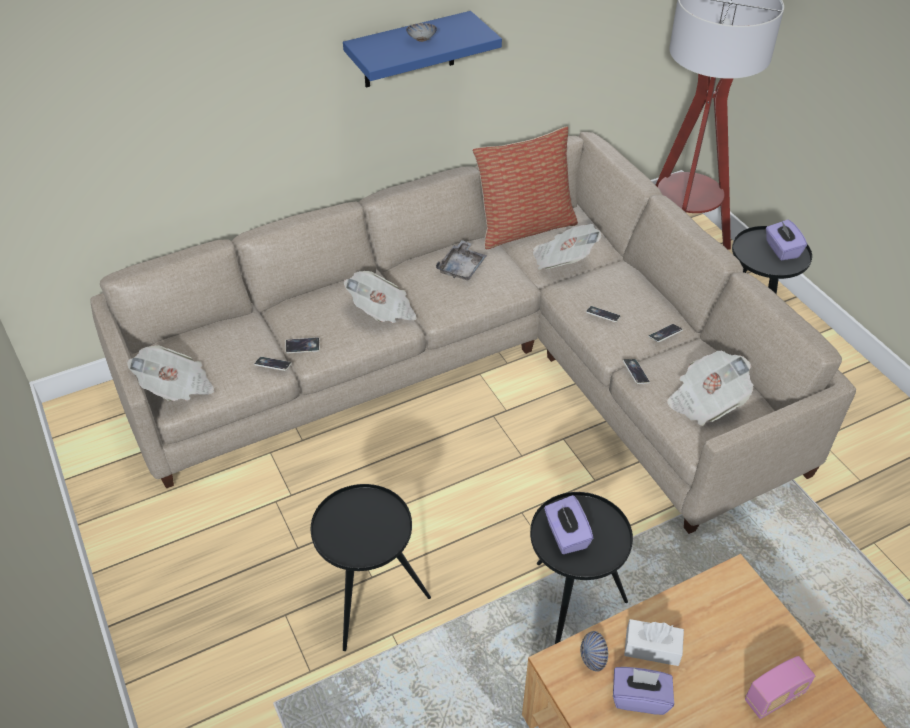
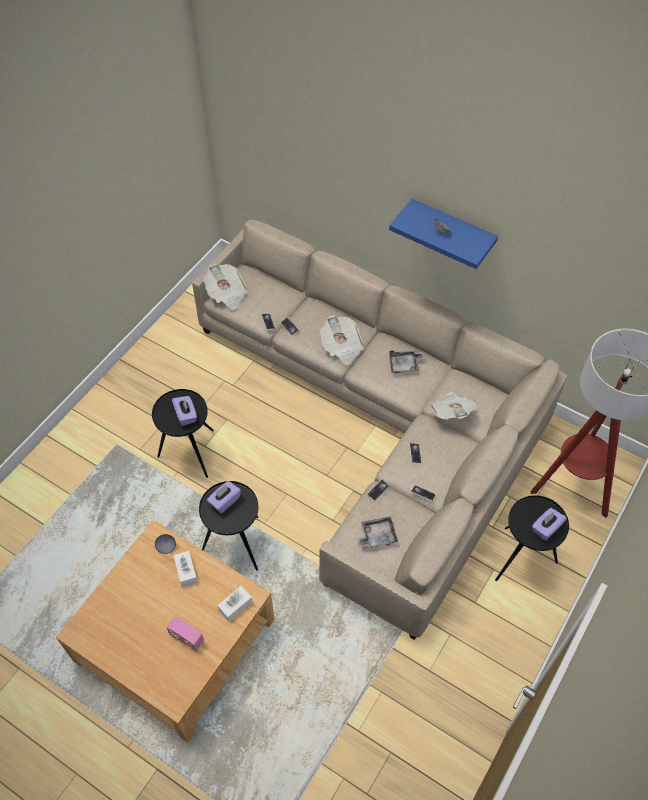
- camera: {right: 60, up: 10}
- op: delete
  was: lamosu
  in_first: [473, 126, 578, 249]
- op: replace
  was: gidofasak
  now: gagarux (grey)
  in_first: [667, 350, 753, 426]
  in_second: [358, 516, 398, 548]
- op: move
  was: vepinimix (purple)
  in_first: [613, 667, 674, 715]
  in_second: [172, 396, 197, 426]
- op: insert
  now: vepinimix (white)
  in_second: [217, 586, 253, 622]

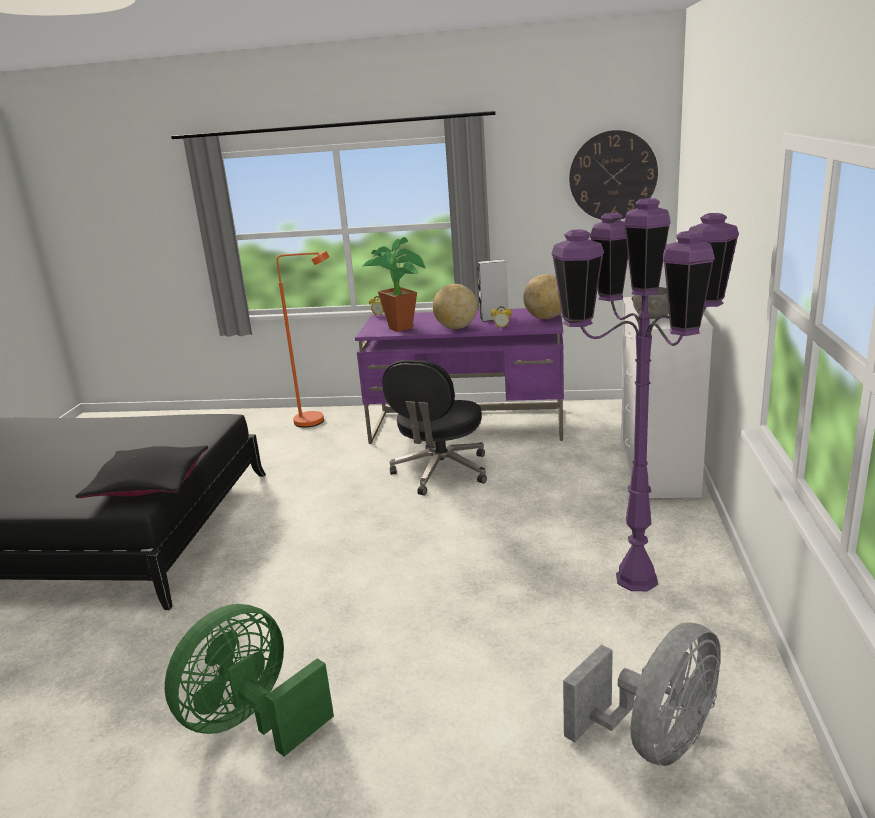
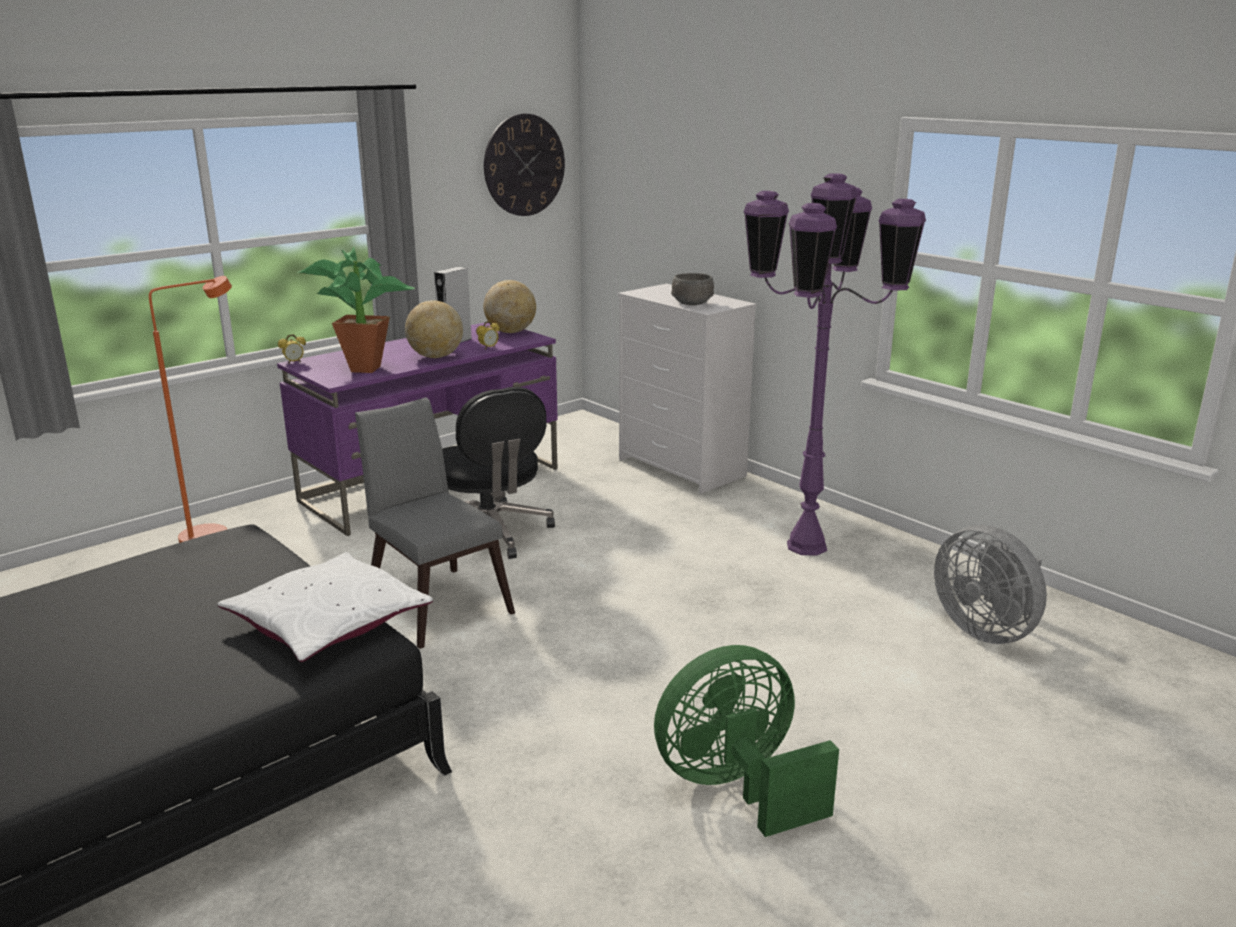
- camera: {right: -50, up: 0}
- op: recolor
  was: lamosu (black)
  now: lamosu (white)
  in_first: [75, 445, 208, 498]
  in_second: [218, 552, 433, 662]
- op: rotate
  was: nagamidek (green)
  in_first: [165, 604, 334, 756]
  in_second: [654, 645, 839, 837]
  clockwise: 75
- op: rotate
  was: nagamidek (grey)
  in_first: [563, 622, 721, 767]
  in_second: [934, 525, 1047, 644]
  clockwise: 150
- op: insert
  now: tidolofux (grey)
  in_second: [355, 397, 515, 649]

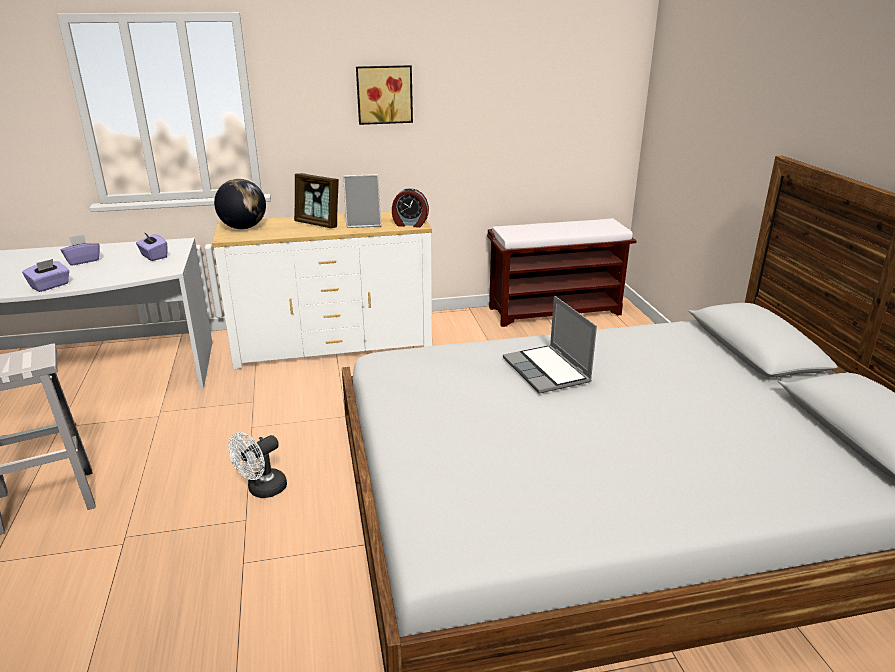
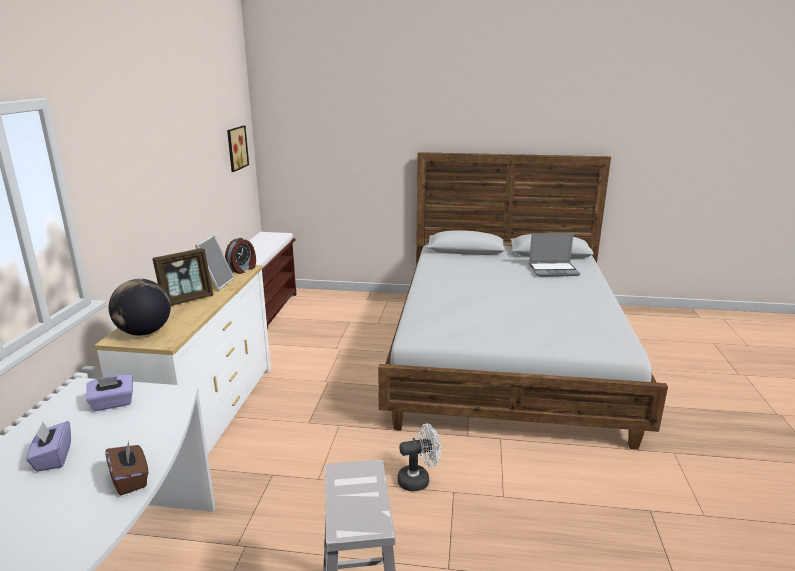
- camera: {right: -70, up: -5}
- op: move
  was: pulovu
  in_first: [356, 65, 413, 125]
  in_second: [227, 126, 249, 172]
- op: recolor
  was: vepinimix (purple)
  now: vepinimix (brown)
  in_first: [22, 259, 70, 292]
  in_second: [106, 440, 148, 495]
- op: move
  was: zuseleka
  in_first: [503, 296, 597, 394]
  in_second: [529, 233, 580, 277]
- op: rotate
  was: nagamidek (white)
  in_first: [228, 432, 287, 498]
  in_second: [397, 423, 441, 492]
  clockwise: -75

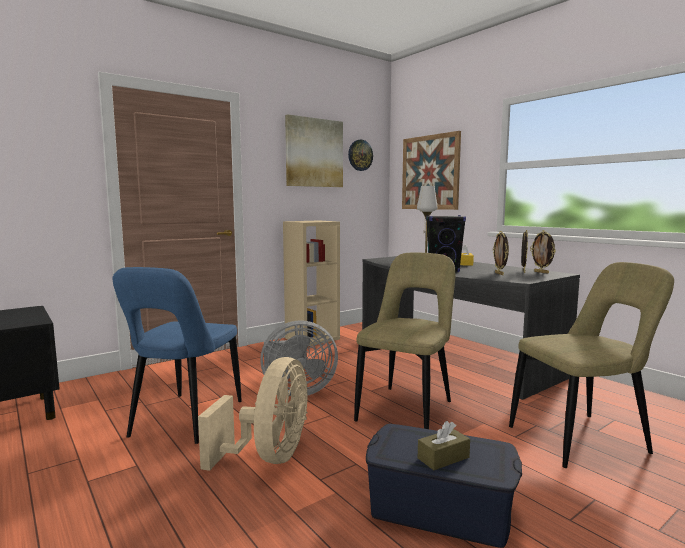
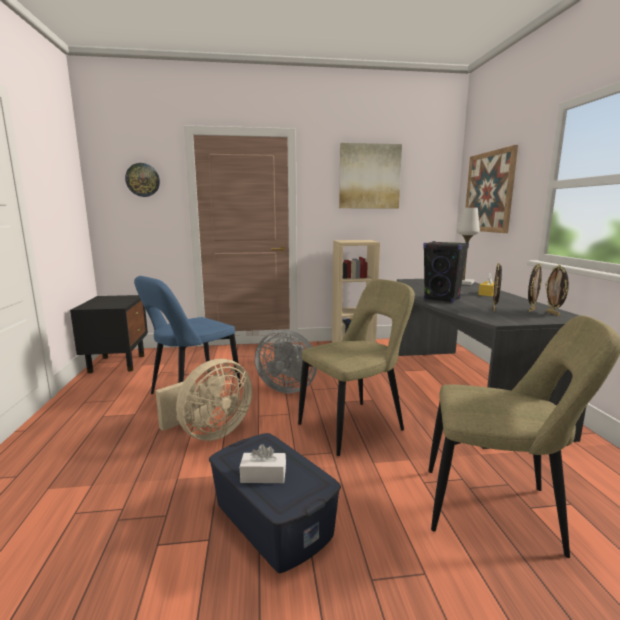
- camera: {right: 30, up: 5}
- op: move
  was: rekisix
  in_first: [348, 140, 373, 171]
  in_second: [125, 163, 160, 197]
- op: recolor
  was: vepinimix (brown)
  now: vepinimix (white)
  in_first: [418, 421, 470, 470]
  in_second: [240, 444, 286, 483]

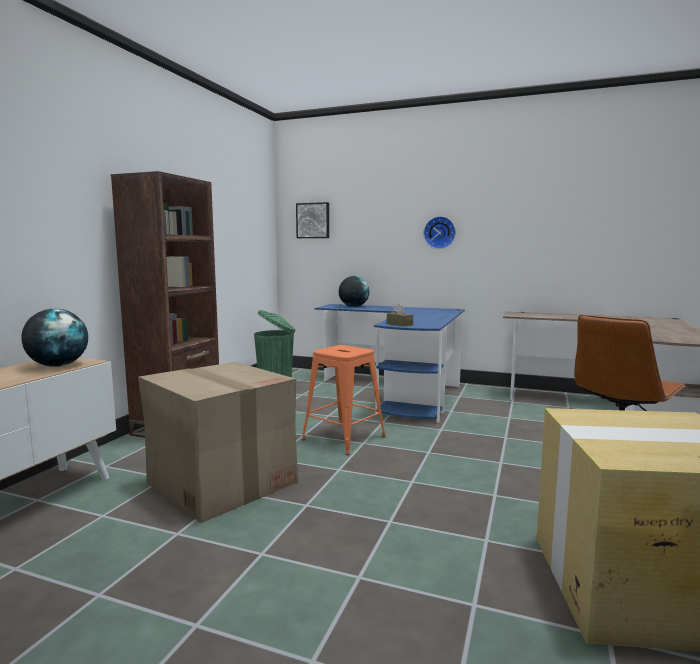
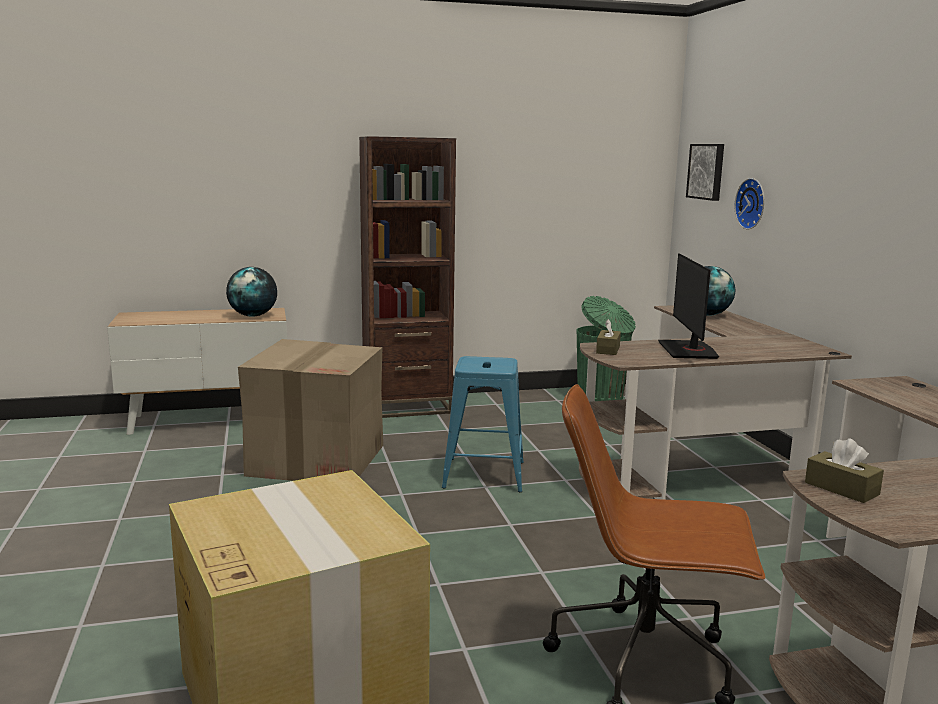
- camera: {right: 55, up: 5}
- op: move
  was: rekisix
  in_first: [424, 216, 456, 249]
  in_second: [734, 178, 764, 229]
- op: recolor
  was: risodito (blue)
  now: risodito (brown)
  in_first: [315, 304, 465, 423]
  in_second: [579, 305, 852, 500]
- op: recolor
  was: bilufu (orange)
  now: bilufu (blue)
  in_first: [302, 345, 386, 455]
  in_second: [442, 356, 524, 492]
- op: insert
  now: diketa
  in_second: [658, 253, 719, 359]
- op: insert
  now: vepinimix (brown)
  in_second: [805, 438, 884, 503]

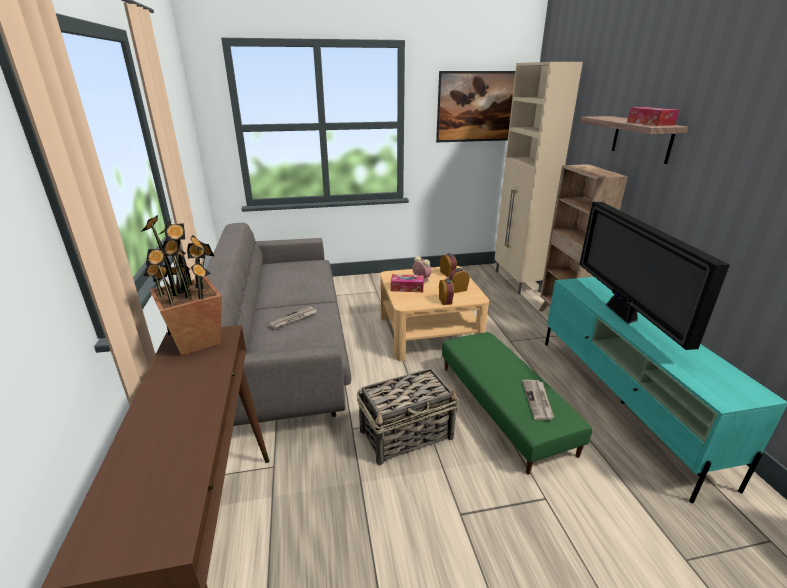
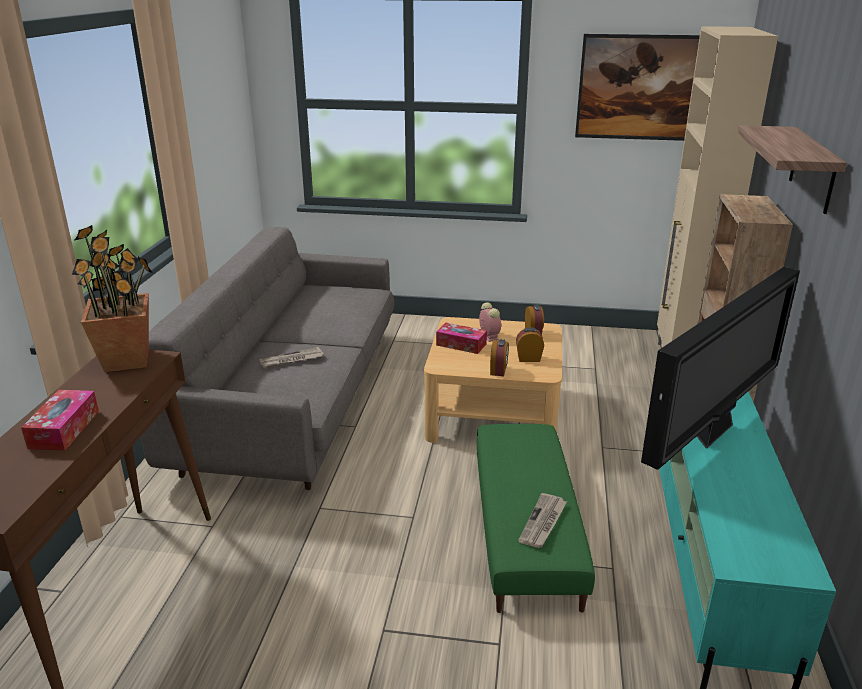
- camera: {right: 20, up: 0}
- op: move
  was: vepinimix
  in_first: [627, 107, 679, 126]
  in_second: [21, 390, 99, 451]
- op: rotate
  was: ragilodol
  in_first: [579, 202, 730, 350]
  in_second: [641, 267, 800, 470]
  clockwise: -150
- op: delete
  was: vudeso
  in_first: [357, 368, 459, 465]

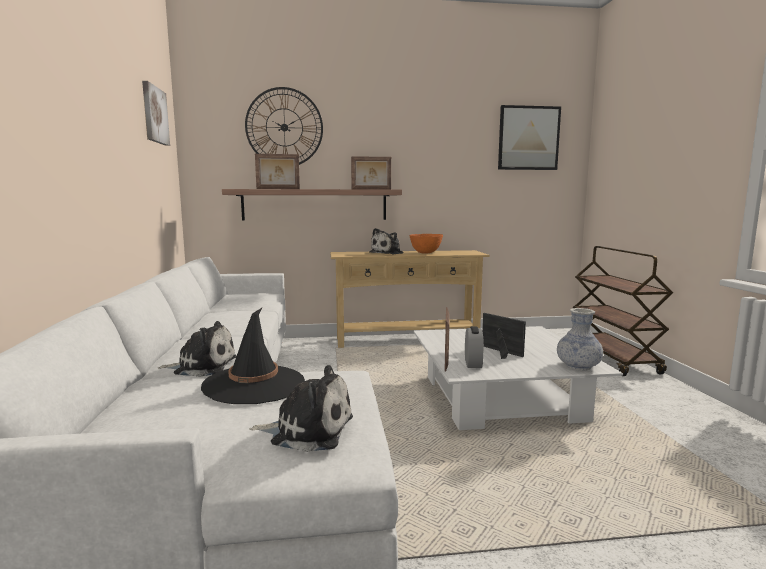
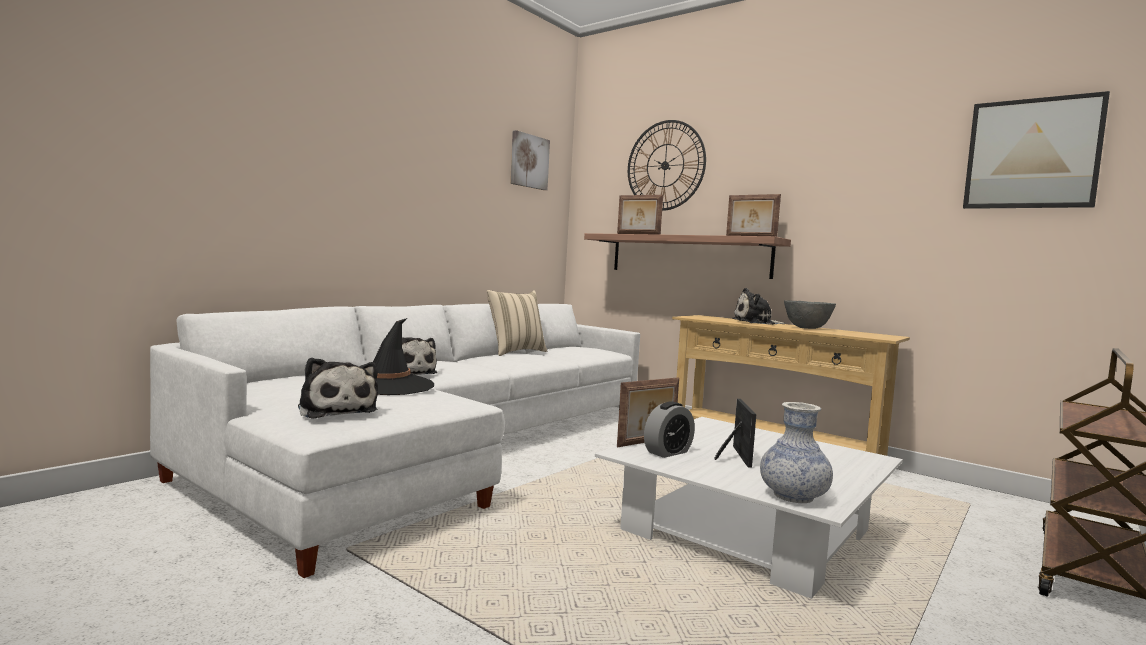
- camera: {right: 45, up: -5}
- op: recolor
  was: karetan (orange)
  now: karetan (grey)
  in_first: [409, 234, 443, 253]
  in_second: [784, 300, 836, 329]
- op: insert
  now: lamosu (beige)
  in_second: [487, 290, 547, 356]

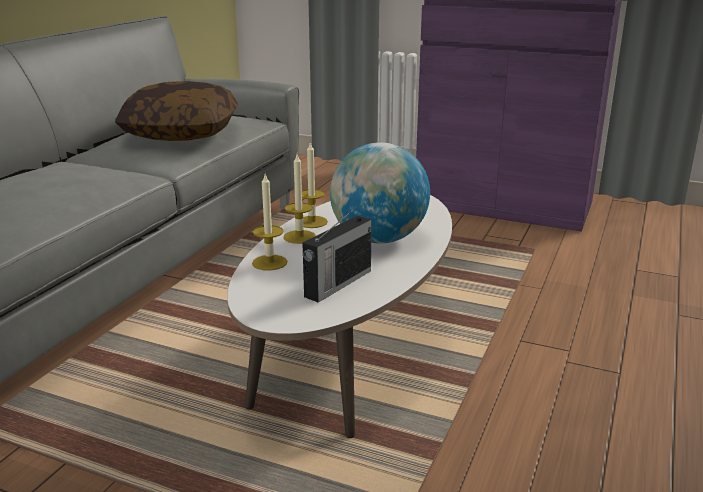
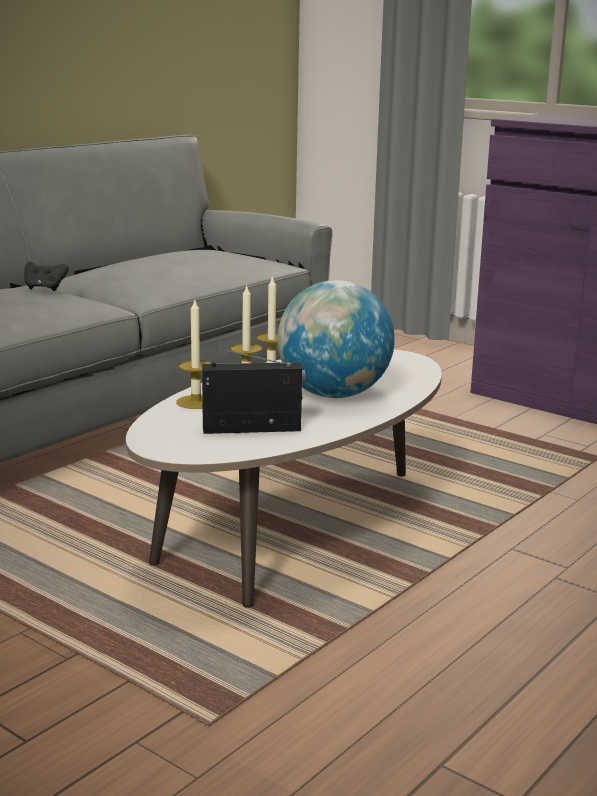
- camera: {right: 15, up: -5}
- op: delete
  was: lamosu
  in_first: [115, 81, 238, 141]
- op: rotate
  was: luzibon
  in_first: [302, 208, 372, 303]
  in_second: [202, 348, 306, 434]
  clockwise: -150
- op: insert
  now: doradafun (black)
  in_second: [24, 261, 69, 291]

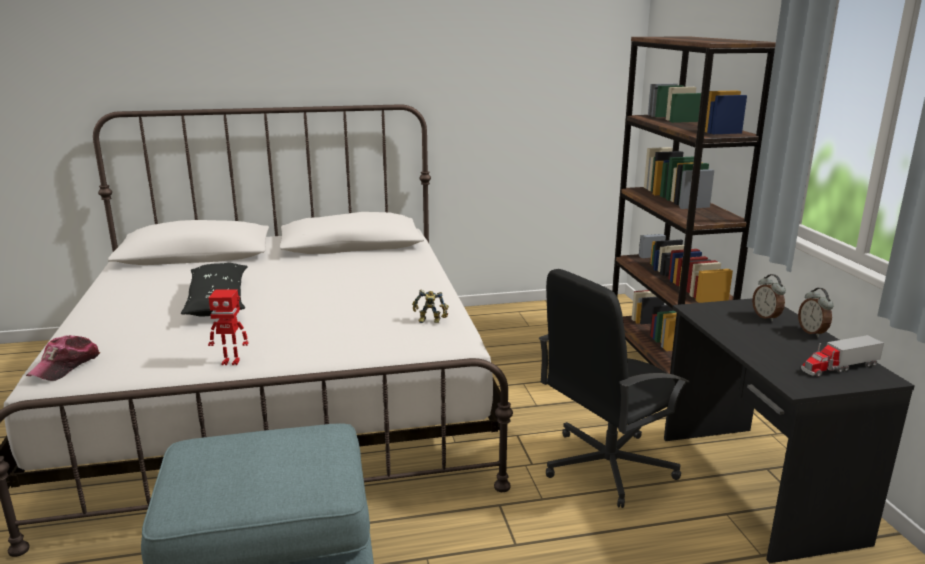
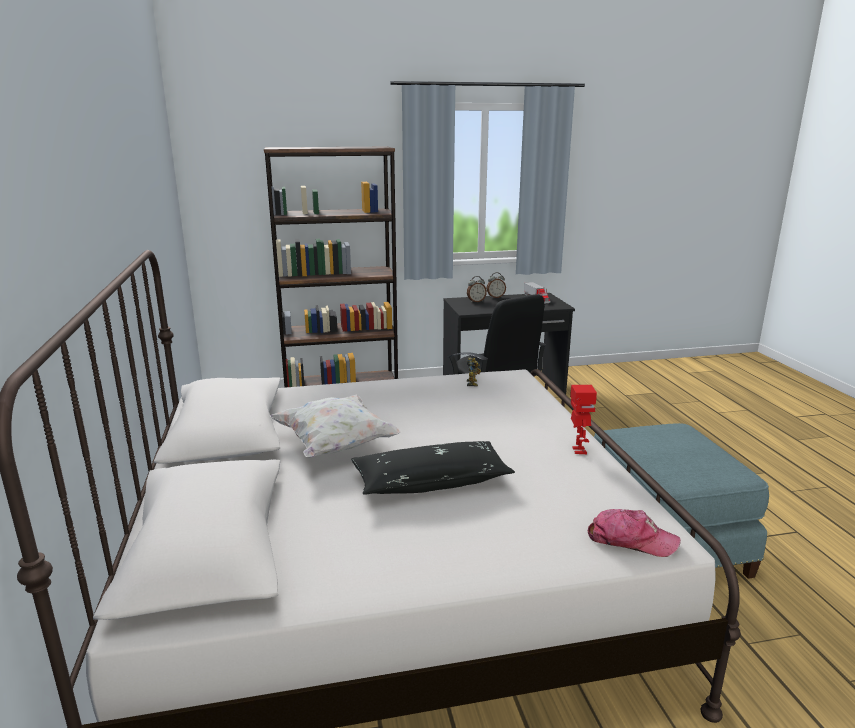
- camera: {right: -90, up: 0}
- op: insert
  now: lamosu (white)
  in_second: [270, 394, 401, 458]

